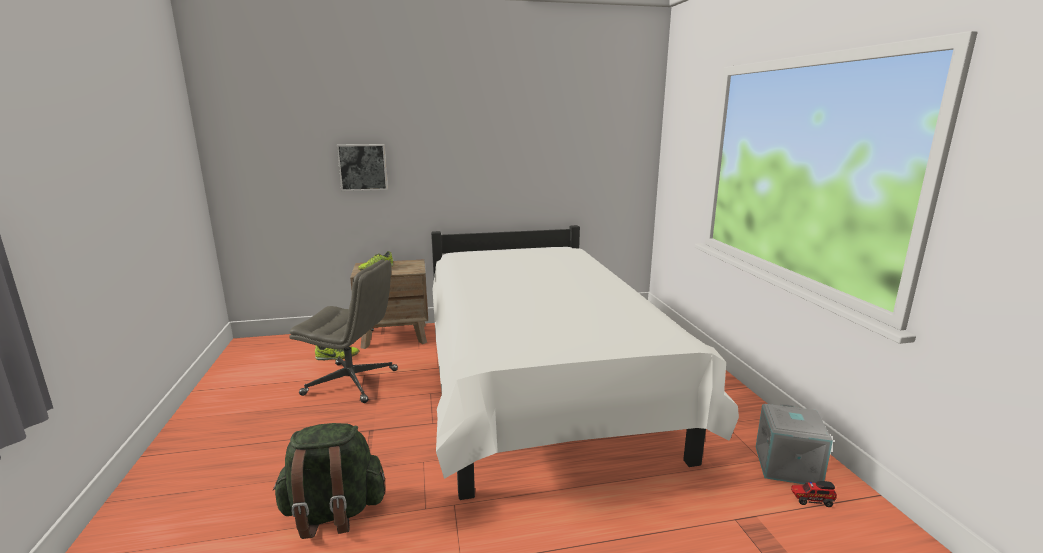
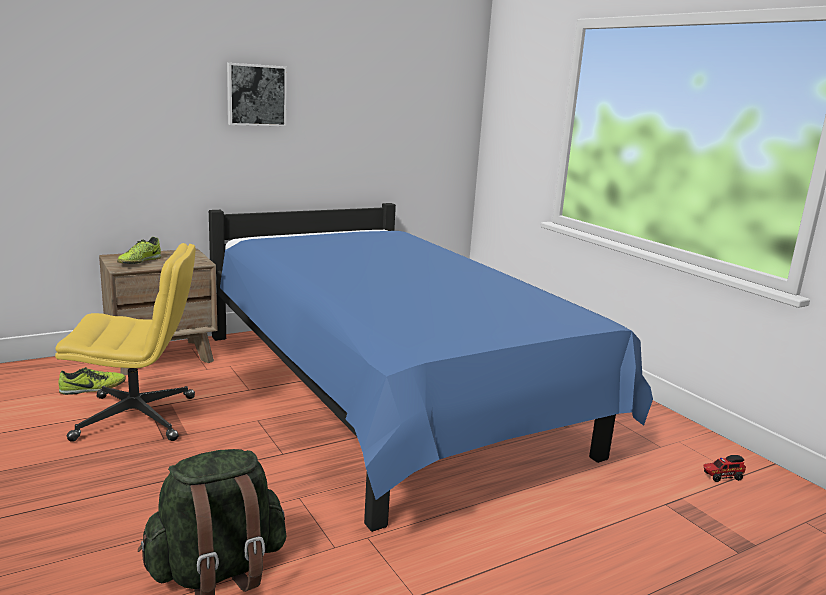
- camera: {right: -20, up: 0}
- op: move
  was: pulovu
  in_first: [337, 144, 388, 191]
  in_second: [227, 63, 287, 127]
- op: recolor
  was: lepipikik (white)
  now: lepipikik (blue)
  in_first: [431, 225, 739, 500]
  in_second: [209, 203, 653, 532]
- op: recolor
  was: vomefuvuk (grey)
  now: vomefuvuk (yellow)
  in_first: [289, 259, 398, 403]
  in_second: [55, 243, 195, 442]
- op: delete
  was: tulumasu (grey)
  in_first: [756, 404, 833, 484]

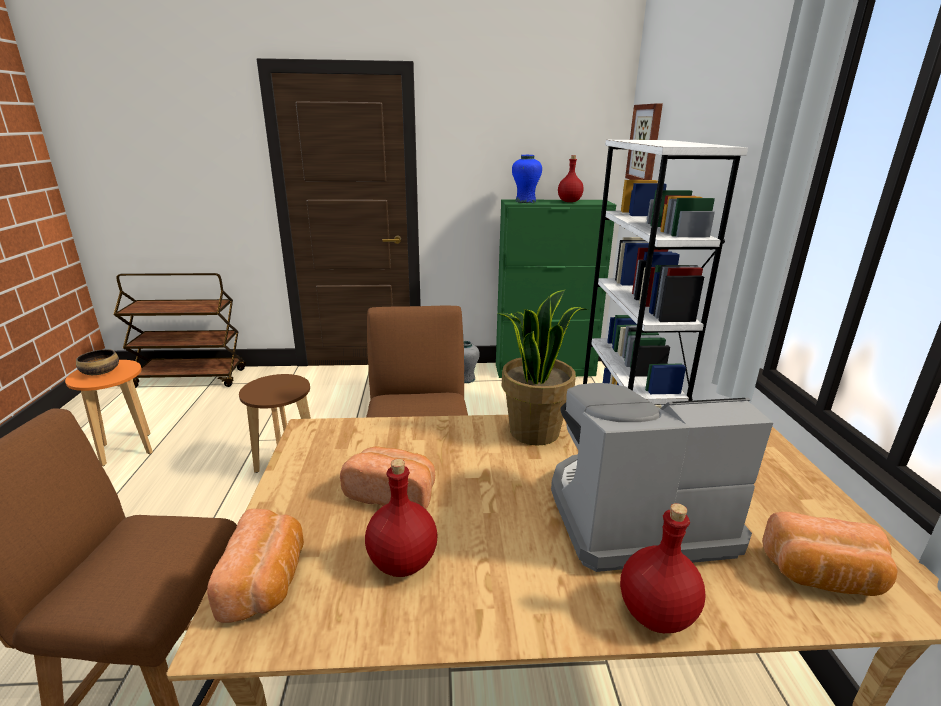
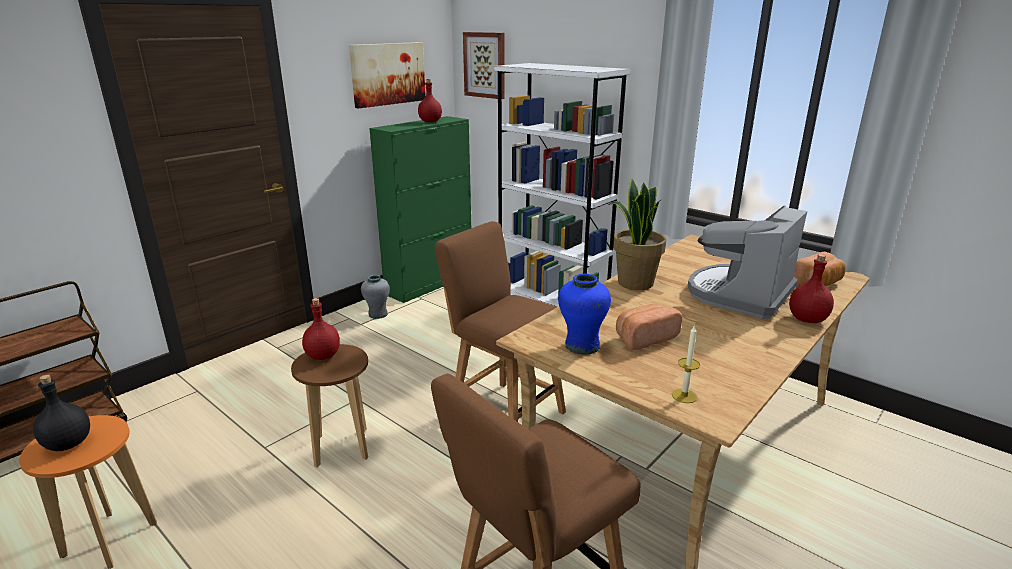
- camera: {right: -45, up: 0}
- op: move
  was: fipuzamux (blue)
  in_first: [512, 155, 542, 203]
  in_second: [558, 274, 611, 355]
- op: replace
  was: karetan
  now: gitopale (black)
  in_first: [76, 349, 119, 375]
  in_second: [33, 375, 90, 451]
- op: move
  was: gitopale (red)
  in_first: [365, 459, 438, 577]
  in_second: [302, 298, 340, 360]
- op: replace
  was: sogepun
  now: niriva
  in_first: [207, 509, 304, 623]
  in_second: [672, 325, 700, 403]
- op: insert
  now: pulovu
  in_second: [349, 42, 426, 108]

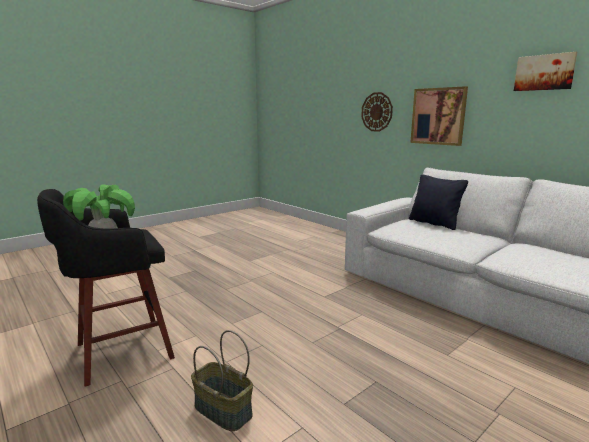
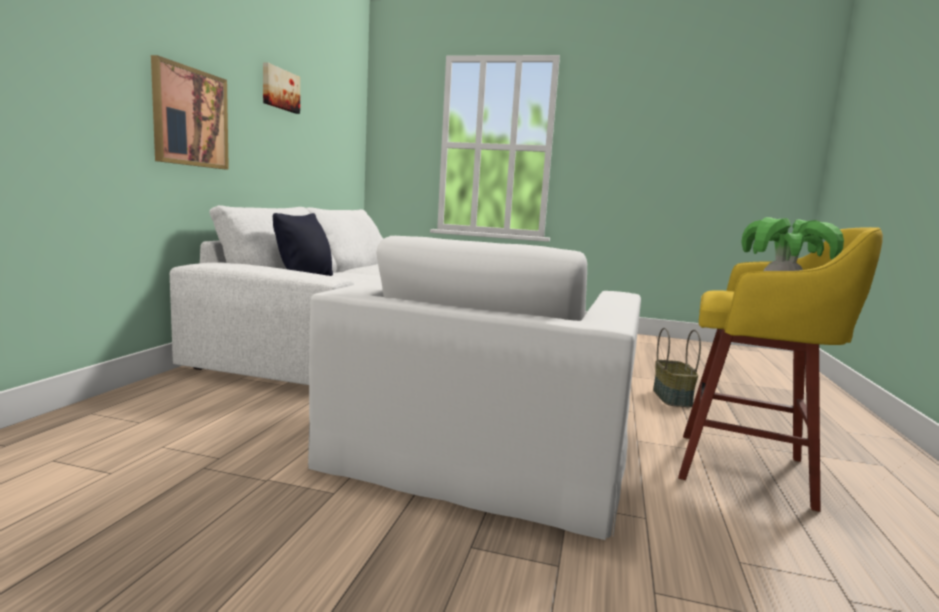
- camera: {right: -125, up: -5}
- op: delete
  was: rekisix
  in_first: [361, 92, 393, 132]
- op: recolor
  was: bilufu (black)
  now: bilufu (yellow)
  in_first: [37, 189, 175, 387]
  in_second: [678, 227, 883, 512]
- op: insert
  now: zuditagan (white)
  in_second: [308, 236, 641, 540]

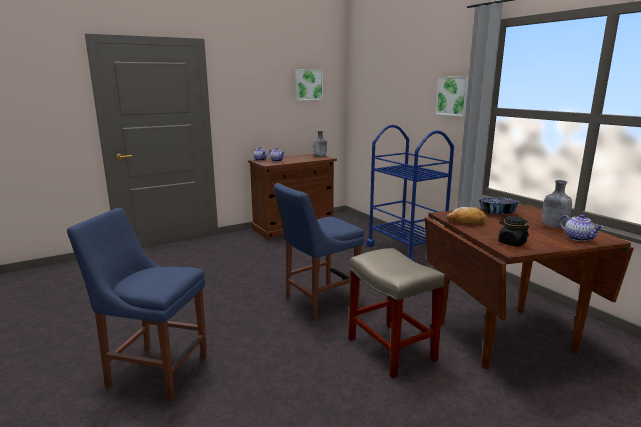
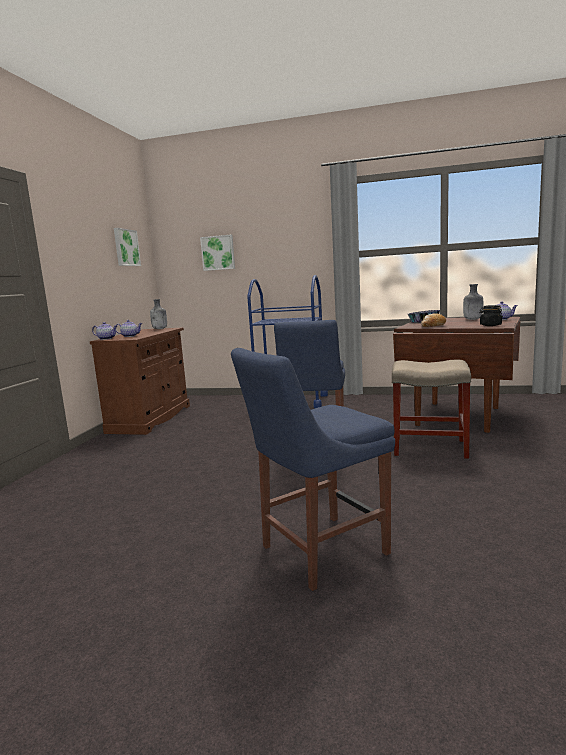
- camera: {right: -45, up: -5}
- op: move
  was: pulovu
  in_first: [436, 76, 469, 117]
  in_second: [200, 235, 235, 271]

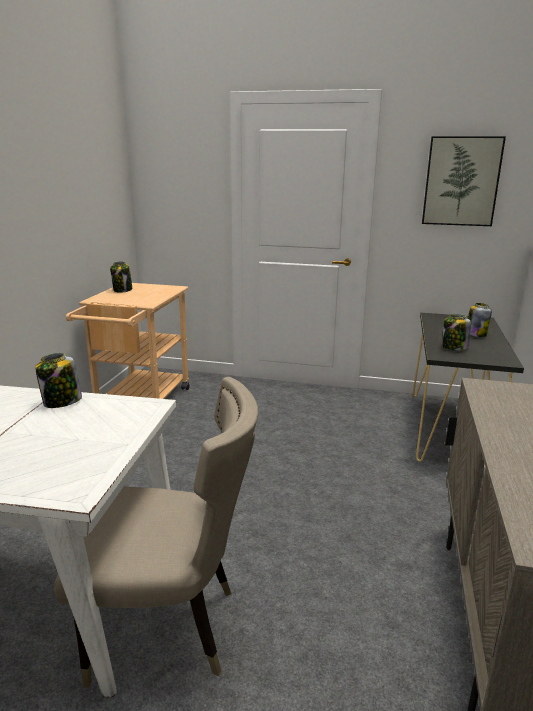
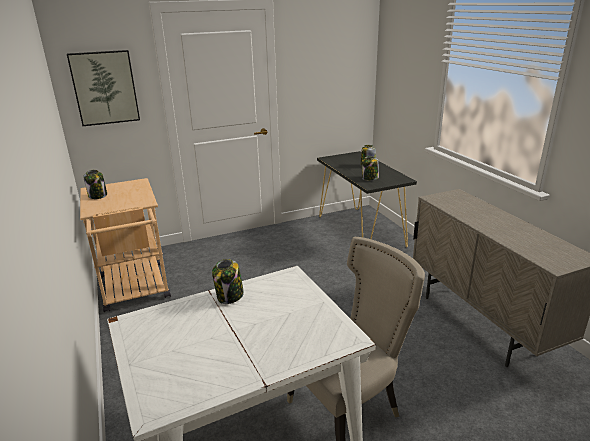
- camera: {right: -35, up: 5}
- op: move
  was: pulovu
  in_first: [422, 136, 506, 226]
  in_second: [67, 50, 140, 126]

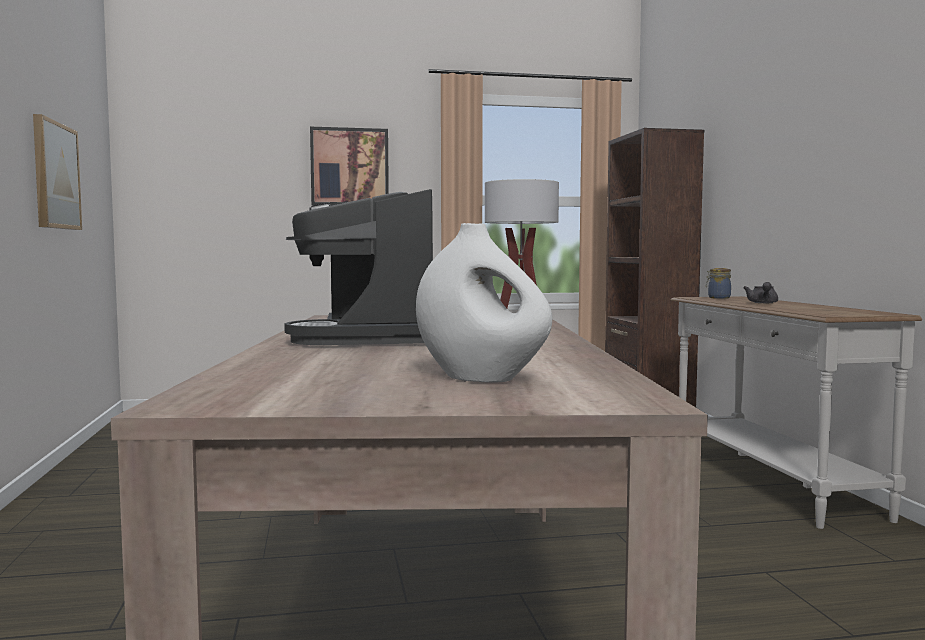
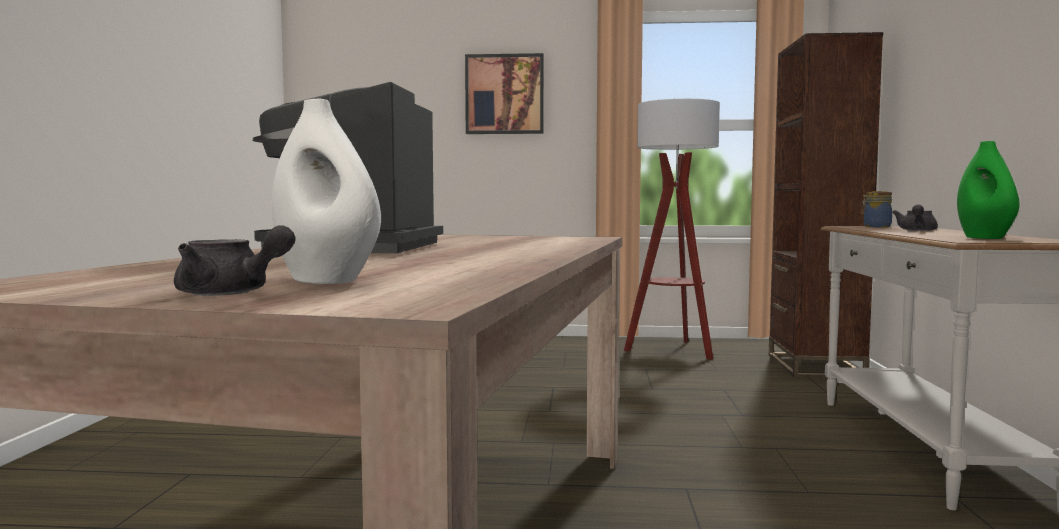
- camera: {right: 15, up: 0}
- op: delete
  was: pulovu
  in_first: [33, 114, 82, 230]
- op: insert
  now: fipuzamux (green)
  in_second: [957, 141, 1019, 239]
- op: insert
  now: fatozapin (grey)
  in_second: [174, 225, 296, 296]

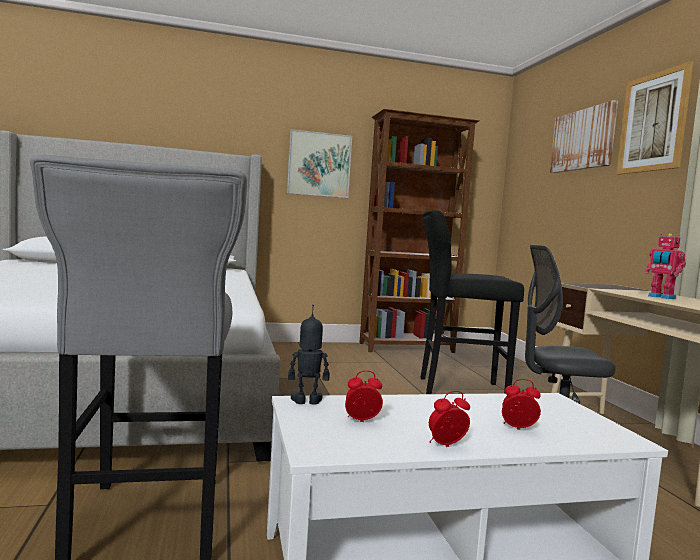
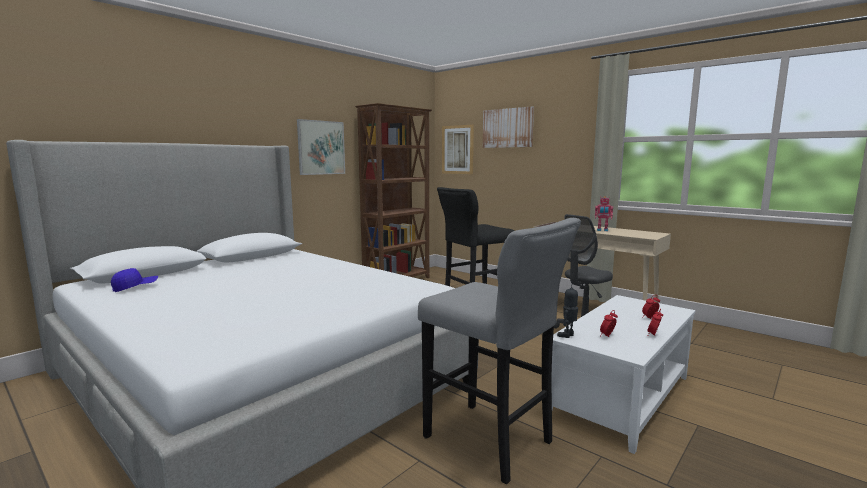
- camera: {right: -35, up: 5}
- op: move
  was: pulovu
  in_first: [617, 61, 693, 175]
  in_second: [442, 125, 474, 174]
- op: insert
  now: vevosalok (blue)
  in_second: [111, 268, 158, 292]

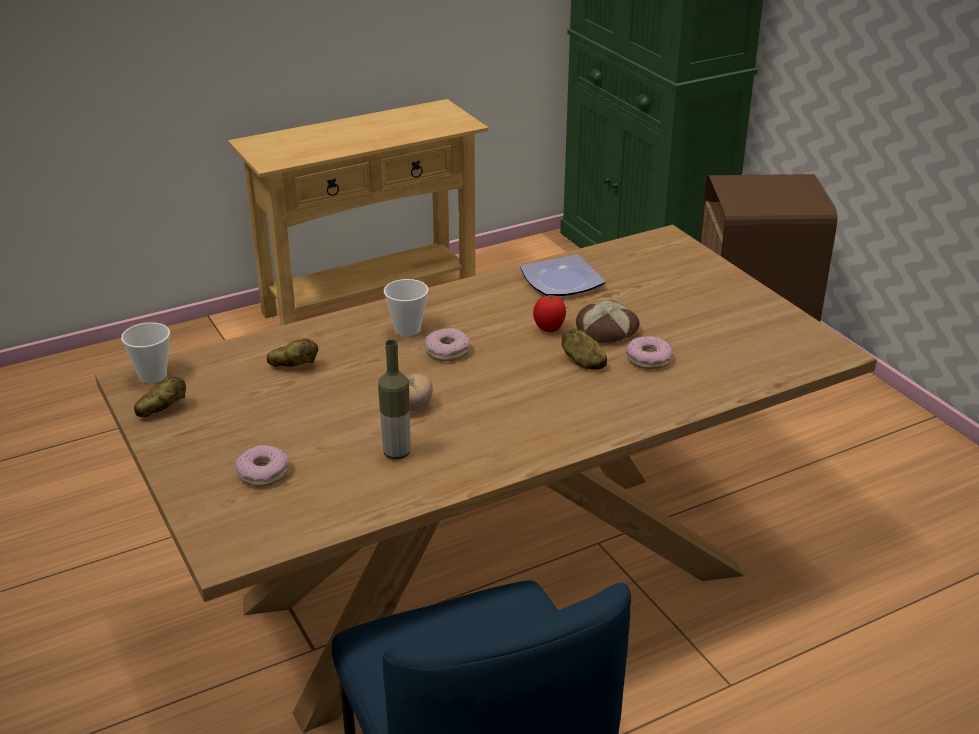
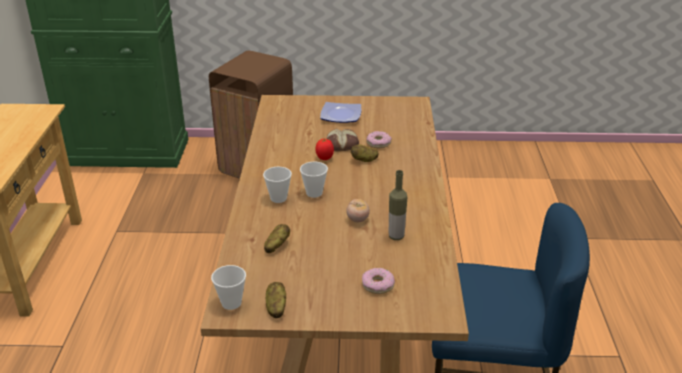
- camera: {right: -60, up: 0}
- op: move
  was: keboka
  in_first: [520, 254, 605, 296]
  in_second: [320, 102, 361, 123]
- op: replace
  was: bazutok
  now: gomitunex
  in_first: [425, 328, 470, 361]
  in_second: [300, 162, 328, 198]

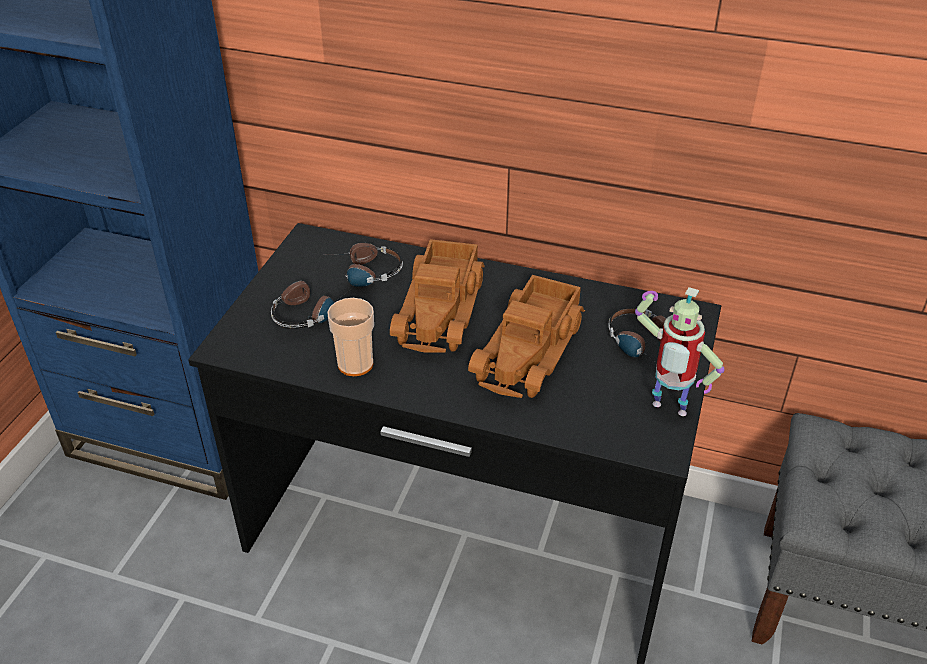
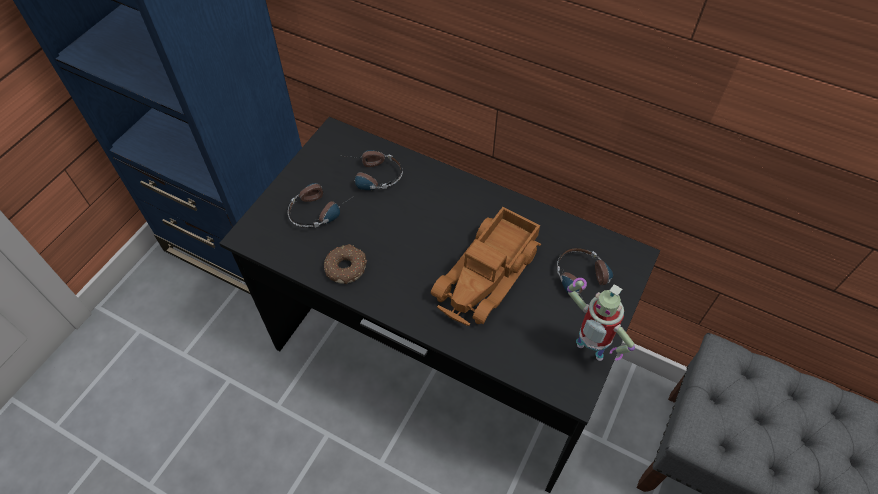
- camera: {right: 10, up: 15}
- op: delete
  was: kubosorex
  in_first: [390, 239, 485, 352]
- op: replace
  was: gomitunex
  now: bazutok
  in_first: [327, 298, 374, 376]
  in_second: [324, 244, 367, 284]

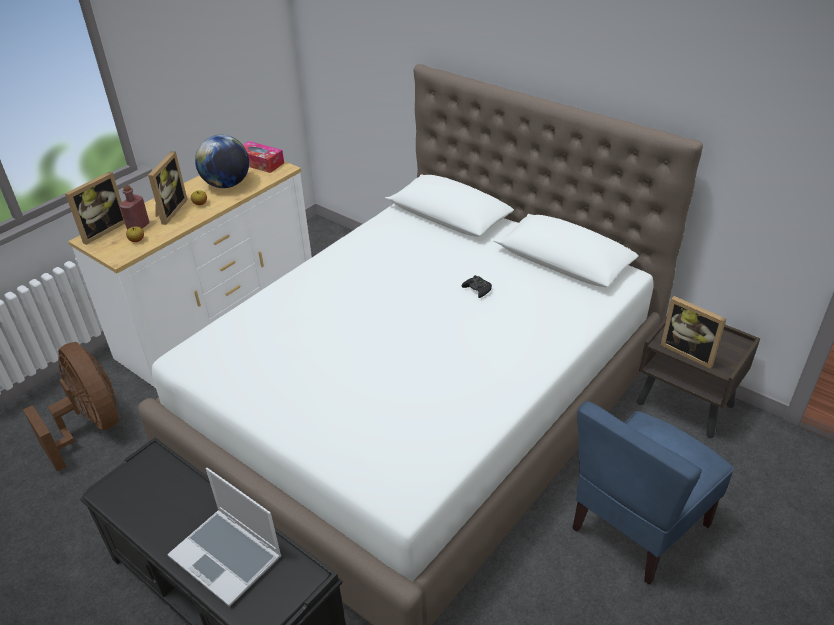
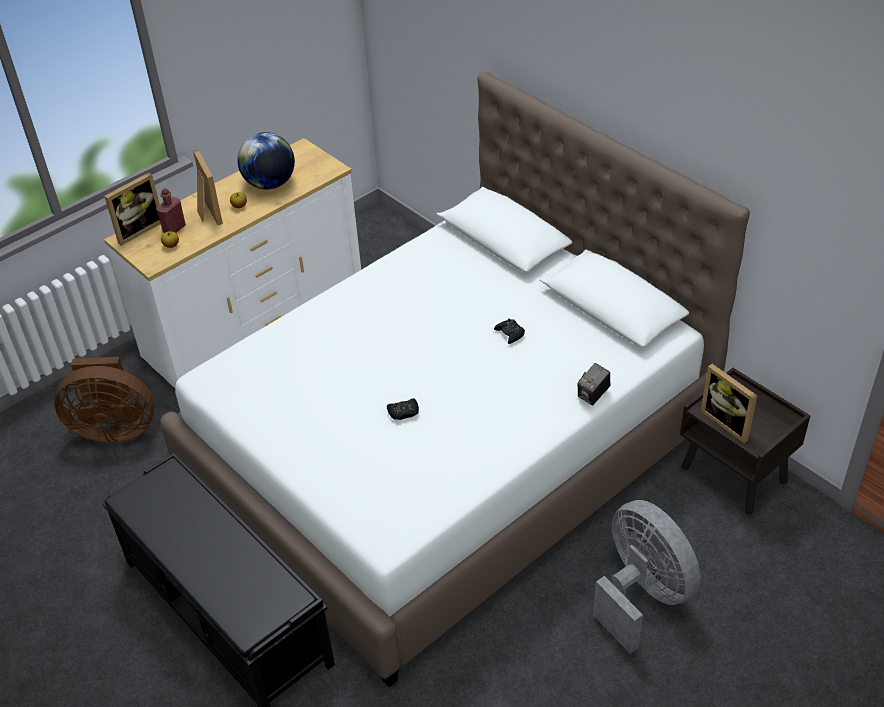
- camera: {right: 10, up: 5}
- op: delete
  was: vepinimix
  in_first: [243, 141, 284, 173]
- op: rotate
  was: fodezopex
  in_first: [148, 151, 188, 225]
  in_second: [193, 150, 223, 225]
  clockwise: -45
- op: rotate
  was: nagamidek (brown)
  in_first: [23, 342, 119, 472]
  in_second: [55, 357, 154, 443]
  clockwise: 120
- op: replace
  was: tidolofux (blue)
  now: nagamidek (grey)
  in_first: [572, 401, 734, 585]
  in_second: [593, 500, 701, 654]
- op: delete
  was: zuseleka
  in_first: [167, 468, 282, 607]
- op: insert
  now: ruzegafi
  in_second: [578, 363, 610, 406]
- op: insert
  now: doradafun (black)
  in_second: [387, 398, 419, 420]

